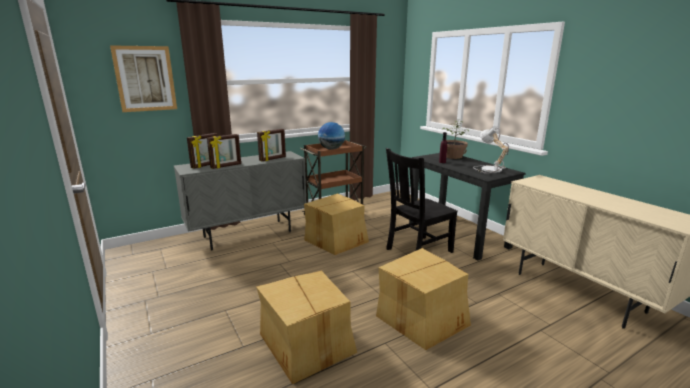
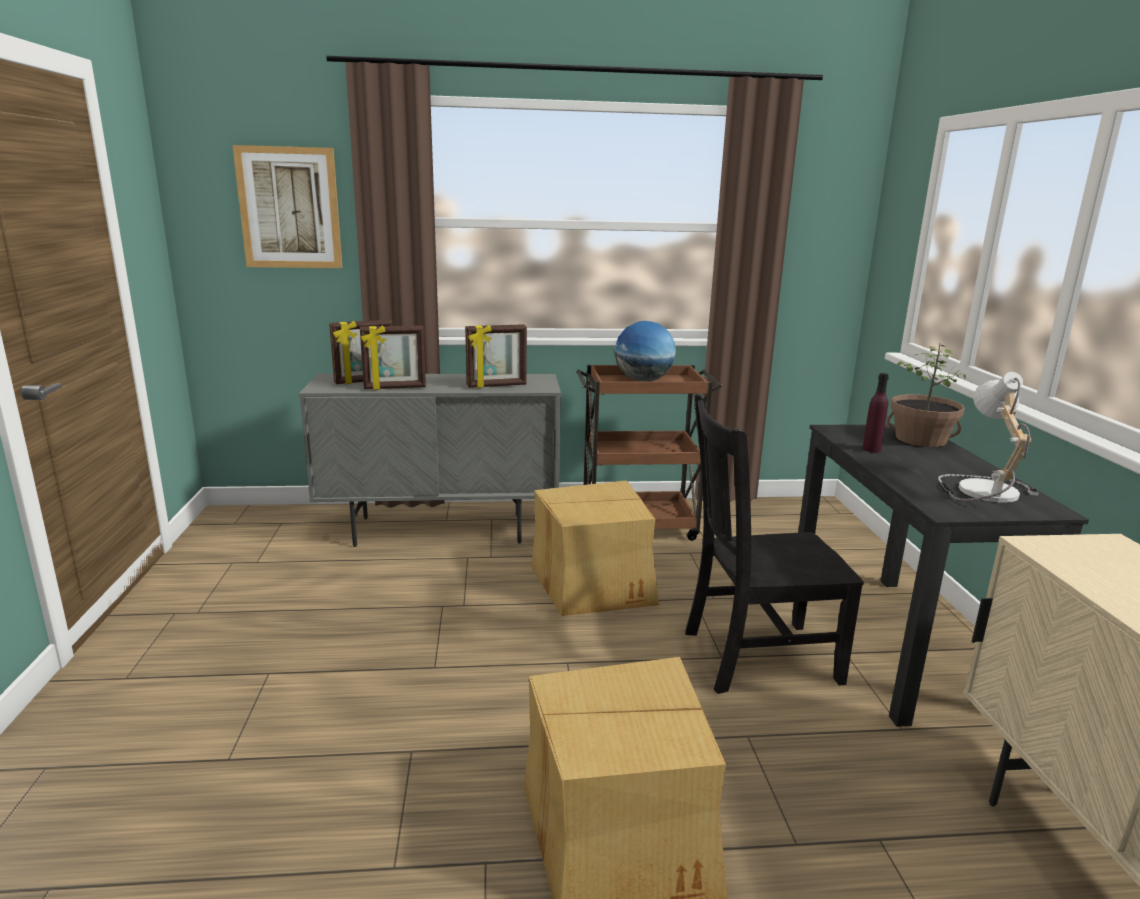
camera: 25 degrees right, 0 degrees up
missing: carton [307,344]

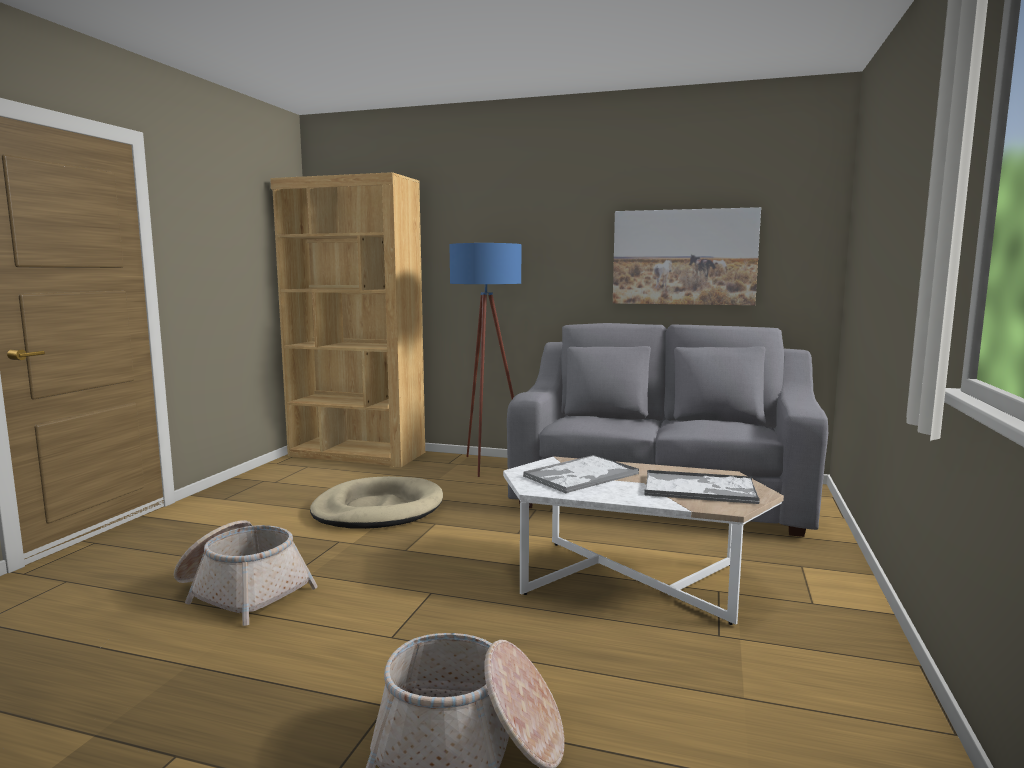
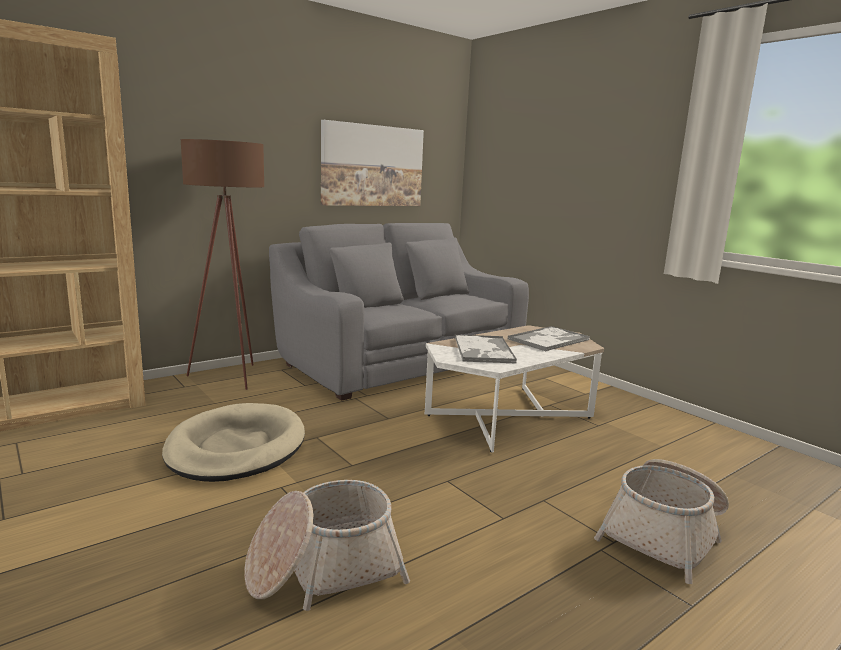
camera: 55 degrees left, 5 degrees up
colour: bluish standard lamp [487,467] to brown standard lamp [232,379]

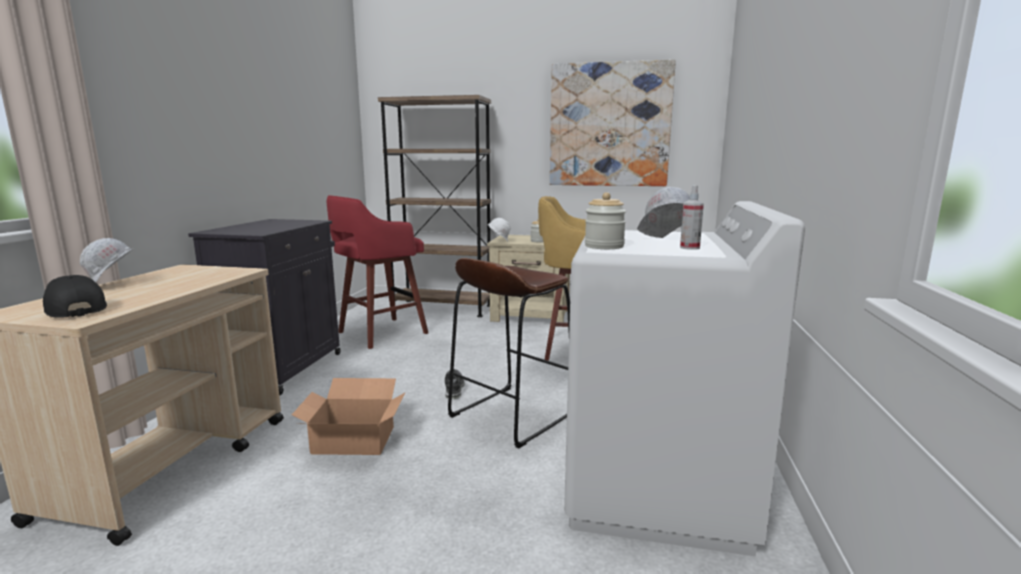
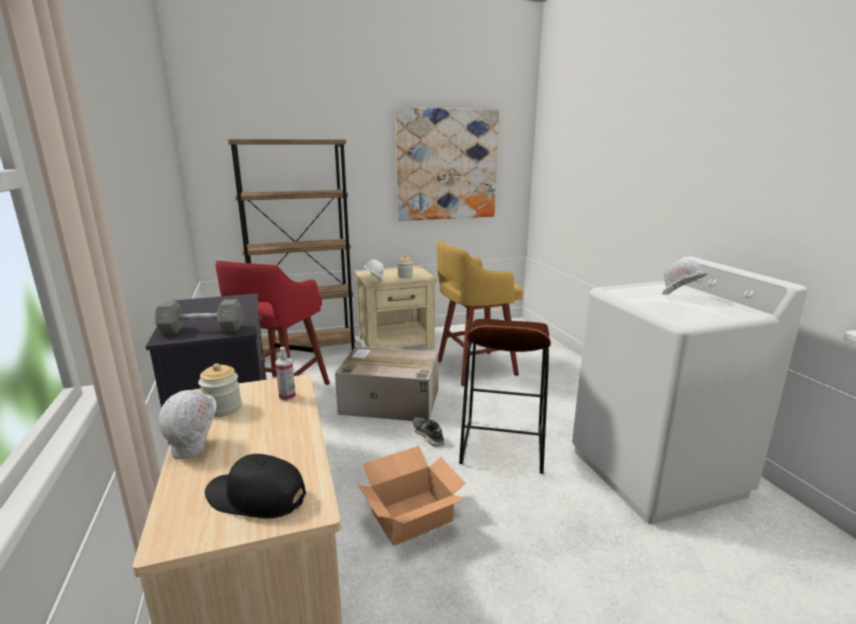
camera: 30 degrees left, 5 degrees up
appeared: gray free weight [202,330]; carton [388,401]
relocated: sprayer [689,248] to [287,396]; jar [604,246] to [223,408]

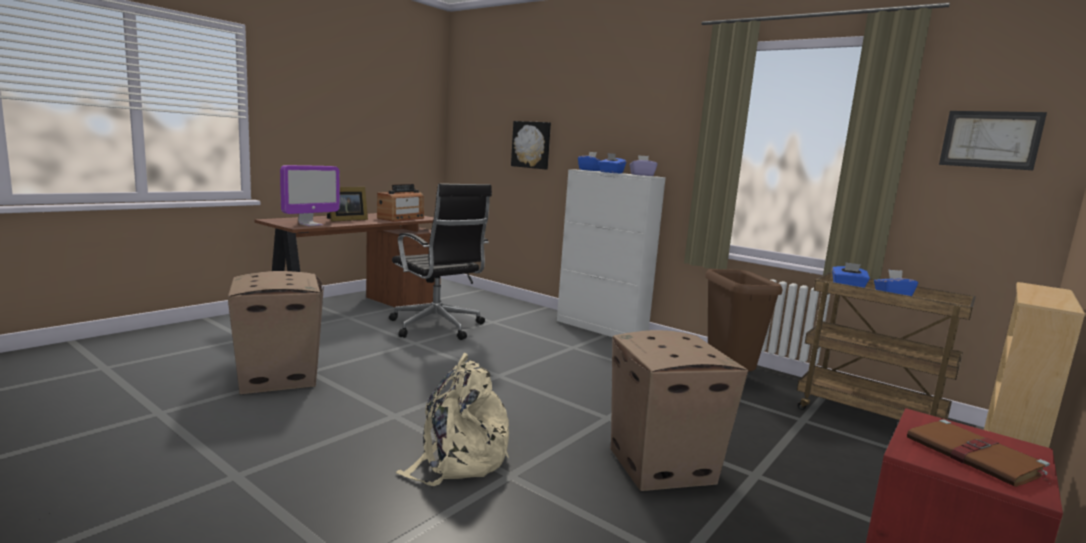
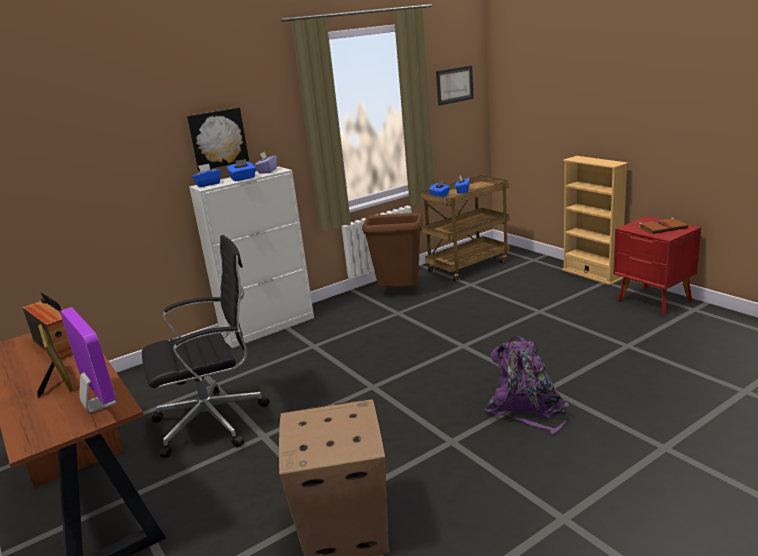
camera: 70 degrees left, 10 degrees up
missing: carton [662,466]
relocated: wall art [531,145] to [217,138]
colour: beige knapsack [458,459] to purplish knapsack [527,409]

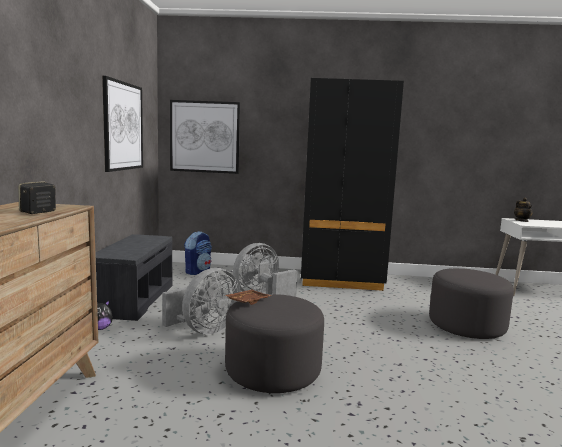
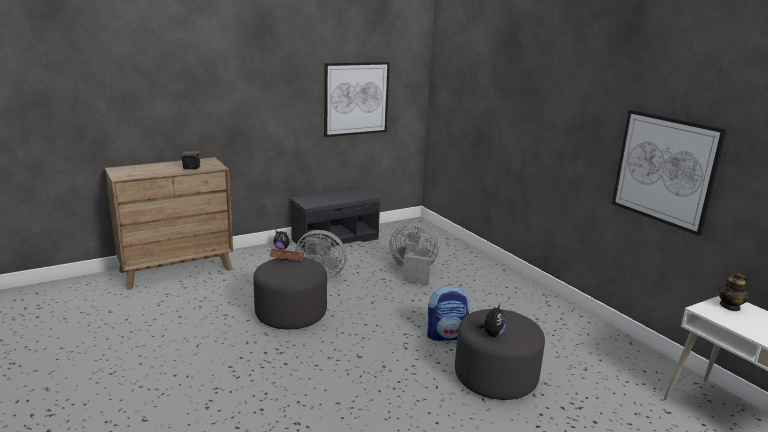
camera: 55 degrees right, 10 degrees up
missing: black clothes cupboard [340,280]
appeared: plush toy [491,334]
relocated: wall art [204,137] to [665,170]; knapsack [197,271] to [446,335]

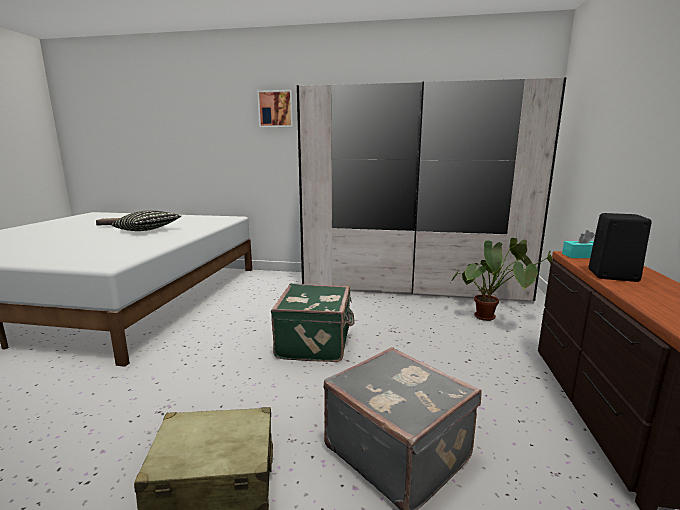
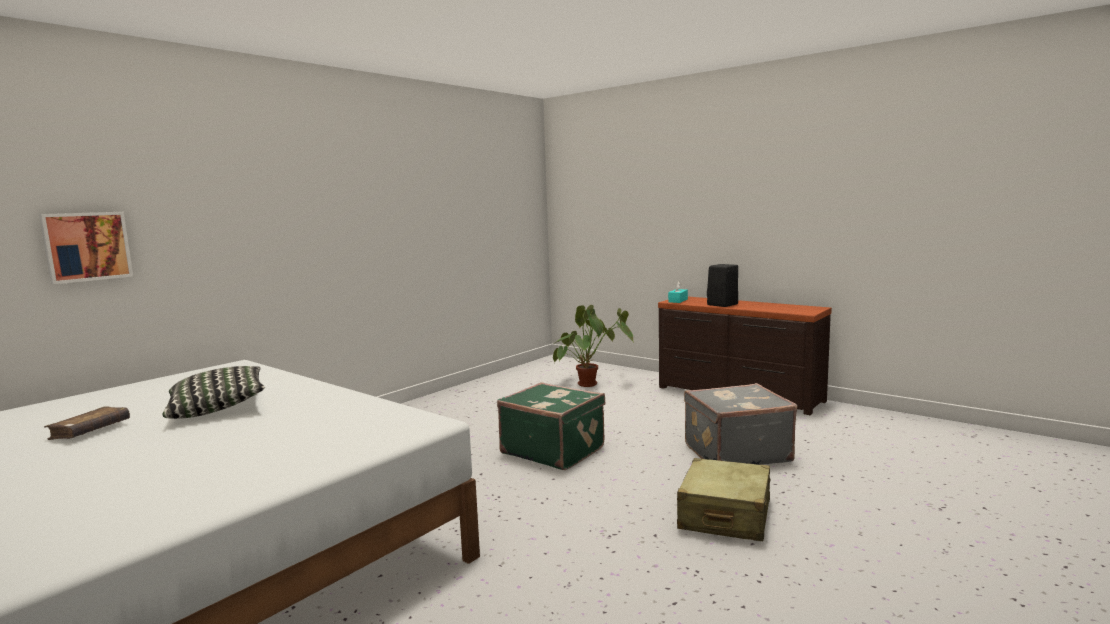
camera: 60 degrees left, 5 degrees down
missing: white-coloured clothes cupboard [413,287]
relocated: wall art [276,109] to [86,246]

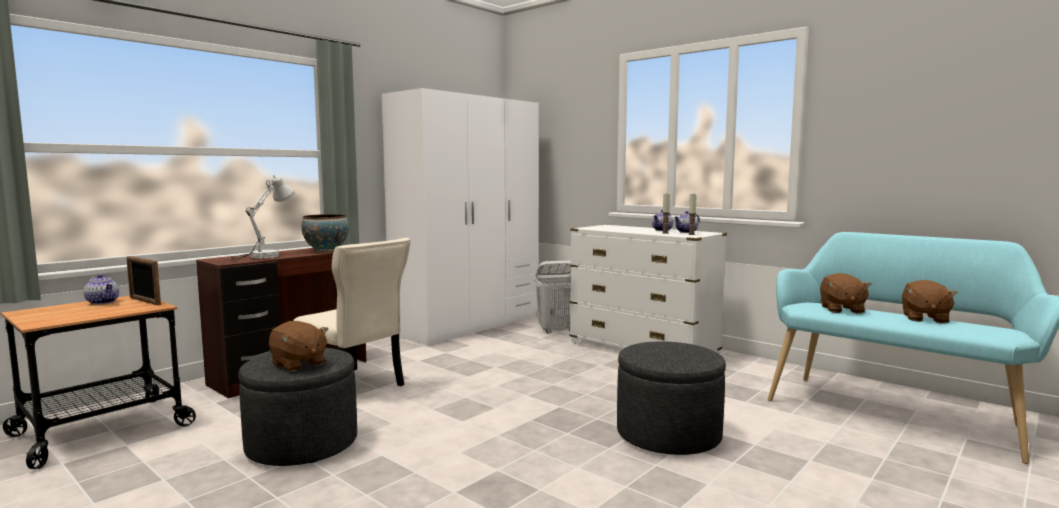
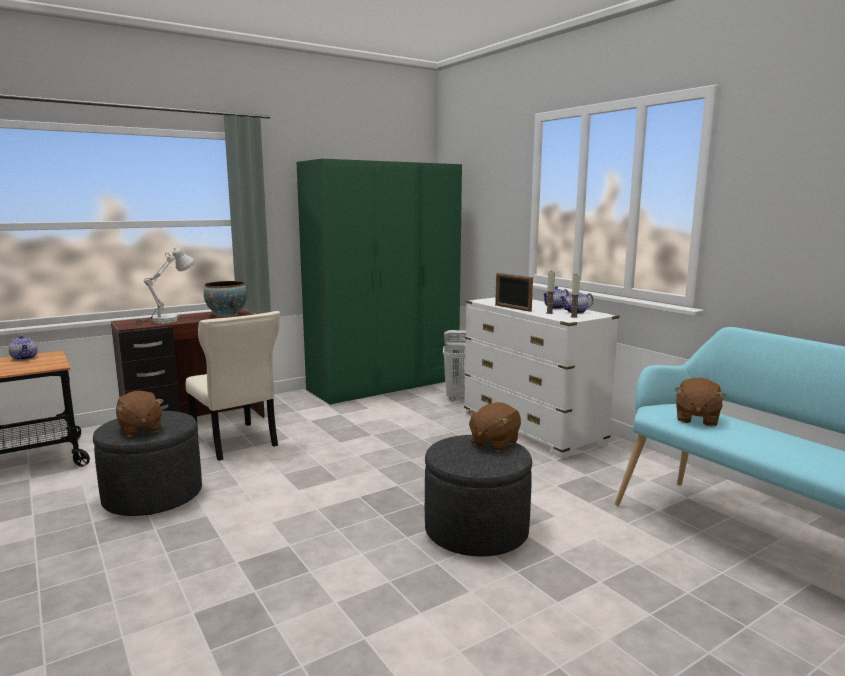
camera: 15 degrees right, 5 degrees up
relocated: picture frame [144,301] to [512,308]; brown plush toy [924,318] to [494,443]
colour: white-coloured clothes cupboard [469,324] to green clothes cupboard [385,384]

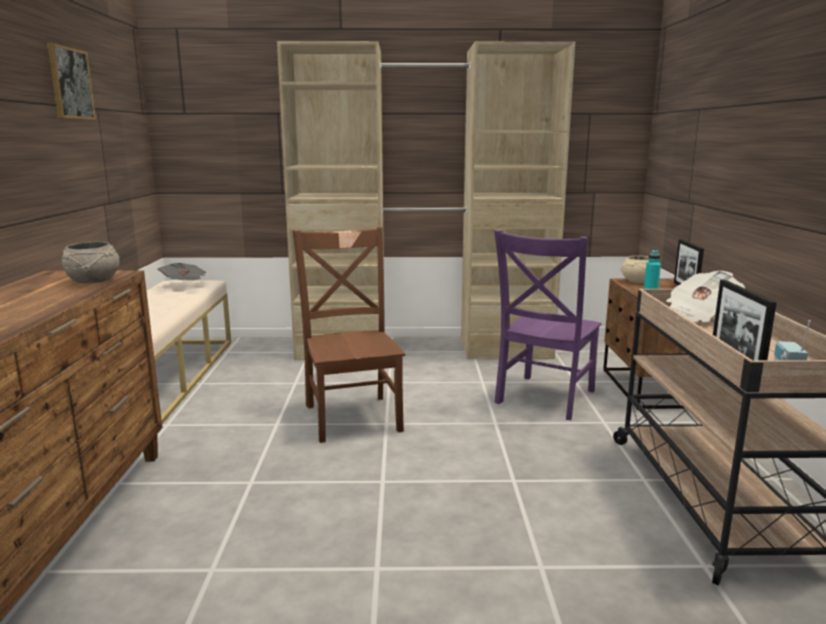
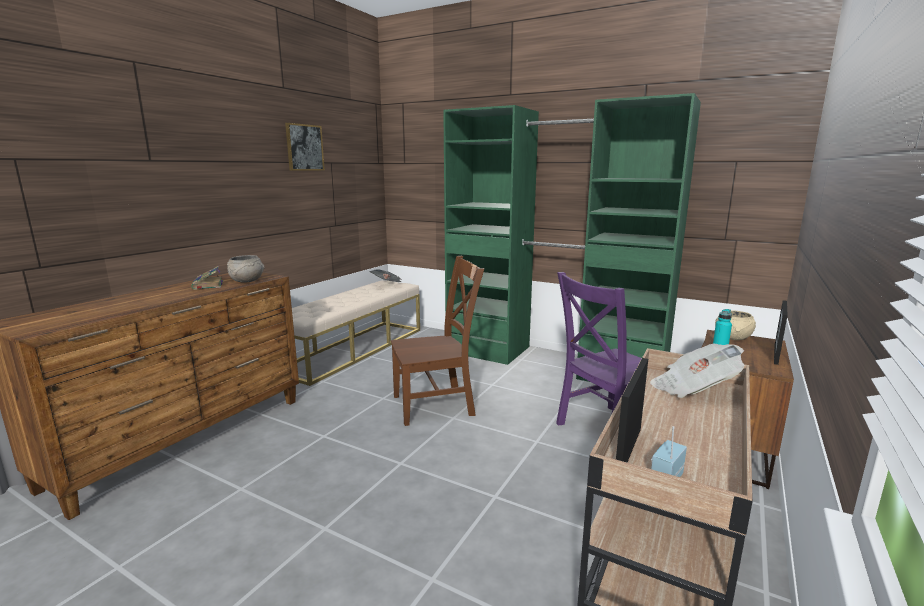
camera: 30 degrees right, 0 degrees up
appeared: book [208,285]
colour: beige clothes cupboard [425,348] to green clothes cupboard [551,361]
spun: brown chair [352,415] = [437,405] 60 degrees clockwise

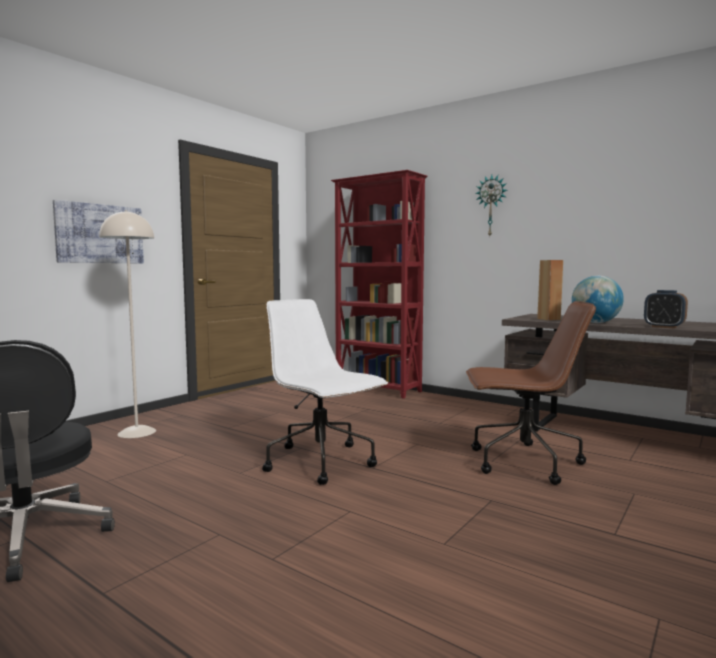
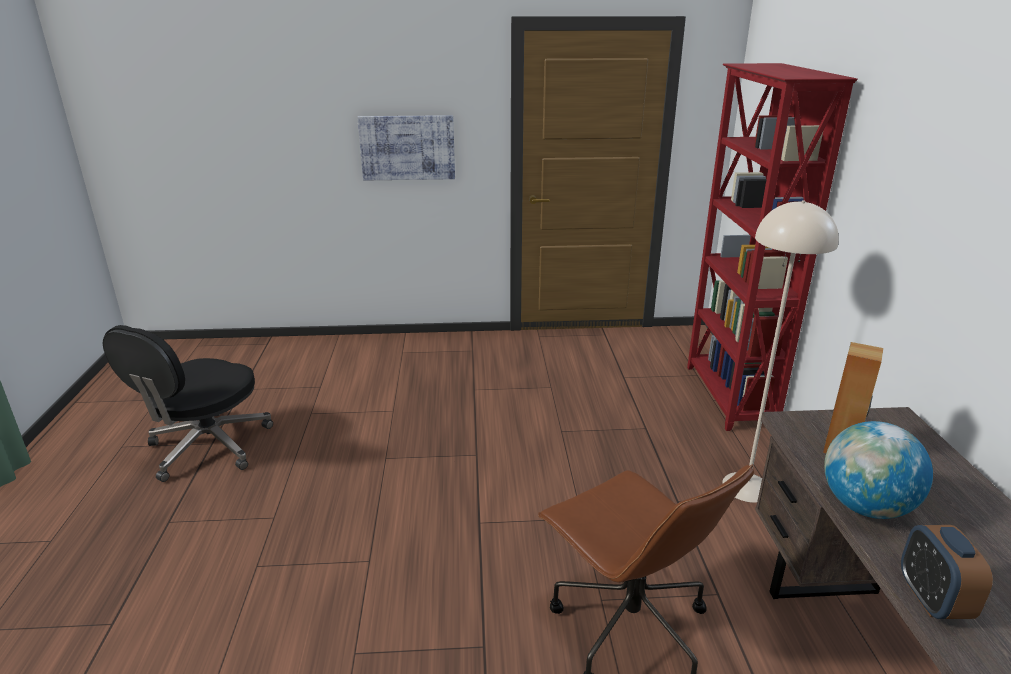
camera: 50 degrees right, 20 degrees up
missing: hanging clock [491,206]; white-coloured desk chair [321,463]
relocated: beige standard lamp [136,432] to [746,486]

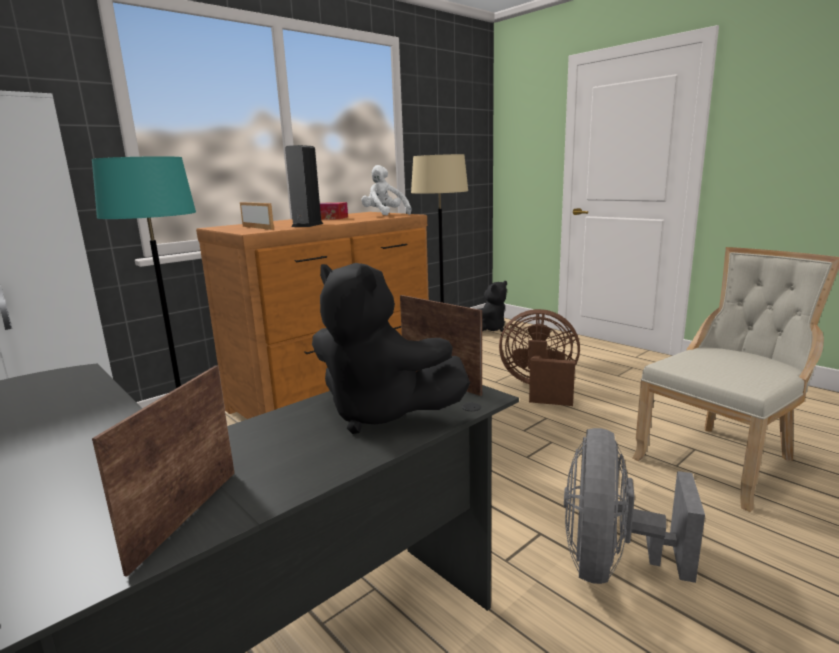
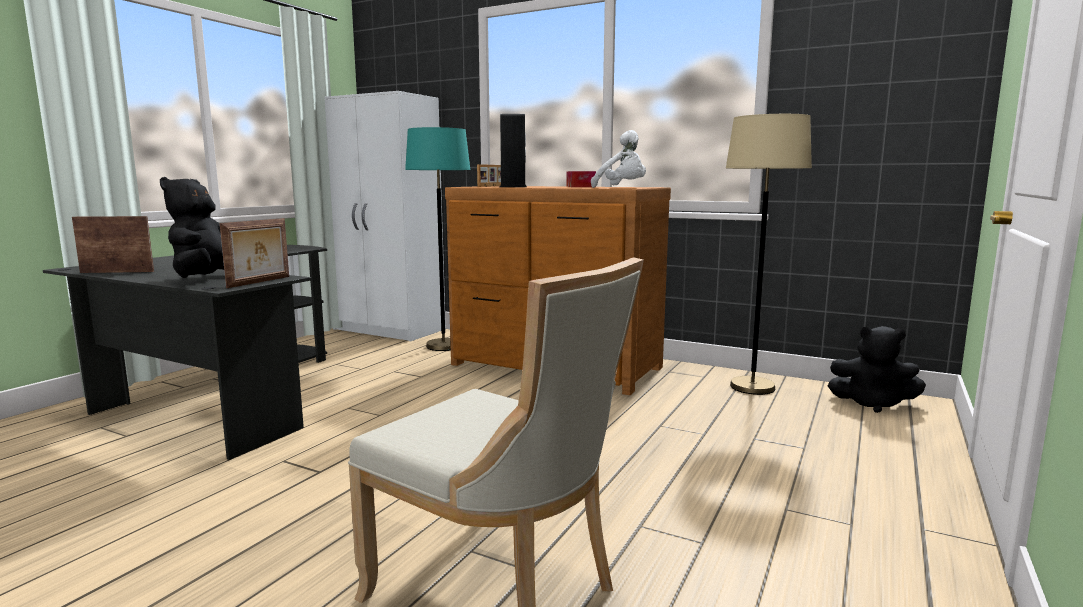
camera: 70 degrees right, 5 degrees down
missing: brown fan [539,388]; gray fan [611,563]
spun: white-coloured plush toy [384,215] = [622,187] 105 degrees clockwise

